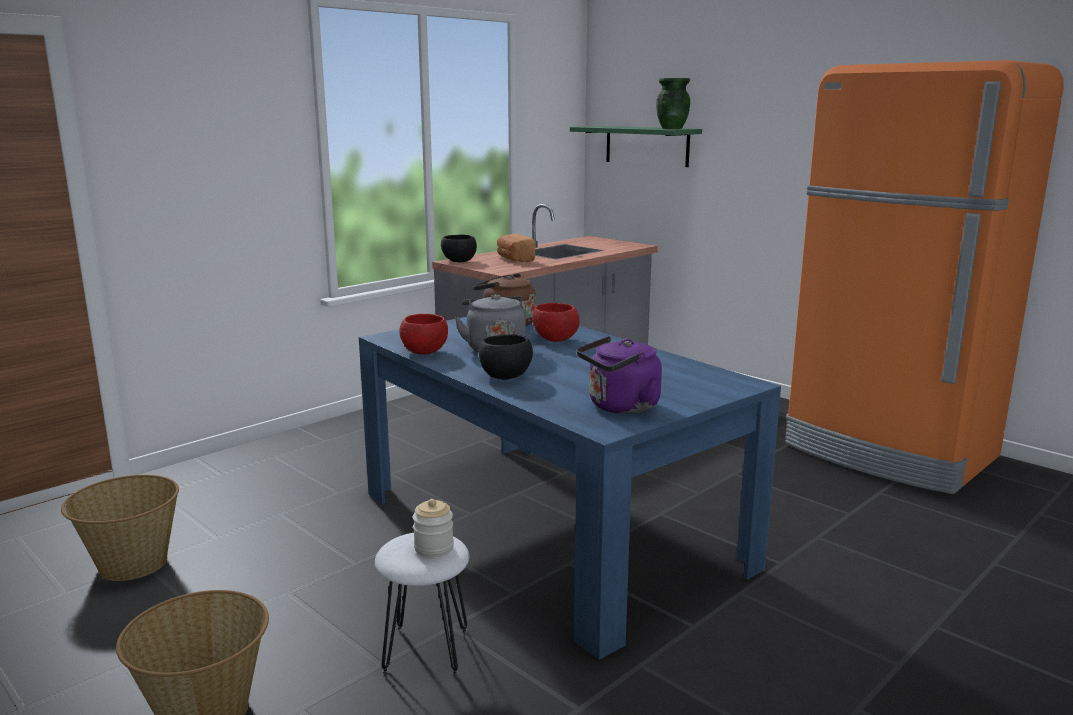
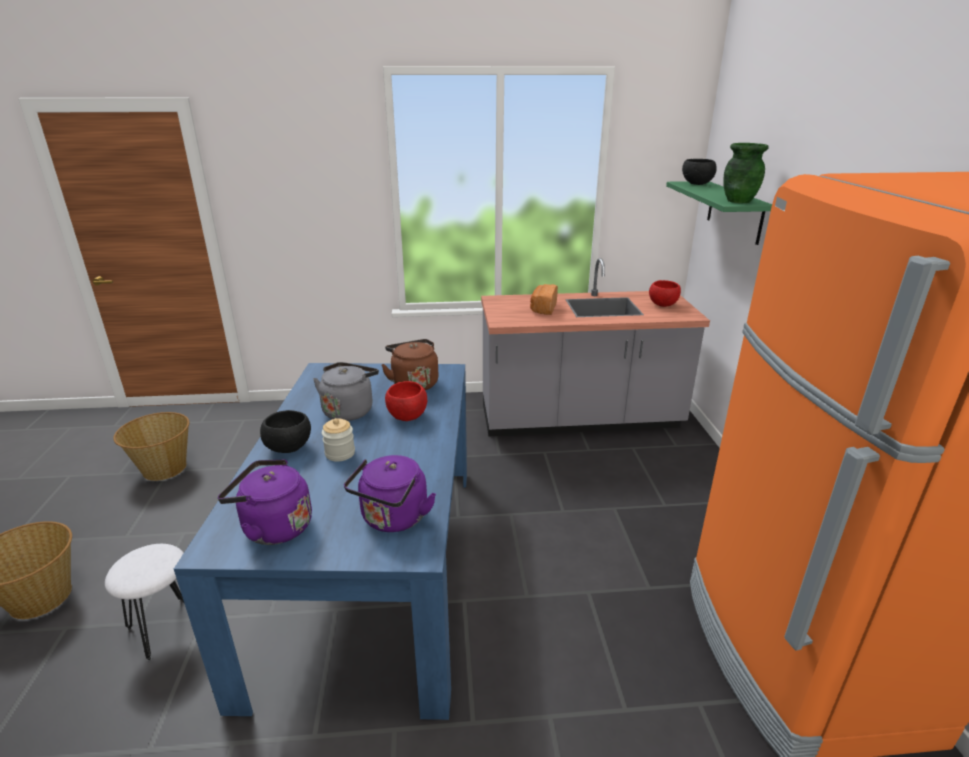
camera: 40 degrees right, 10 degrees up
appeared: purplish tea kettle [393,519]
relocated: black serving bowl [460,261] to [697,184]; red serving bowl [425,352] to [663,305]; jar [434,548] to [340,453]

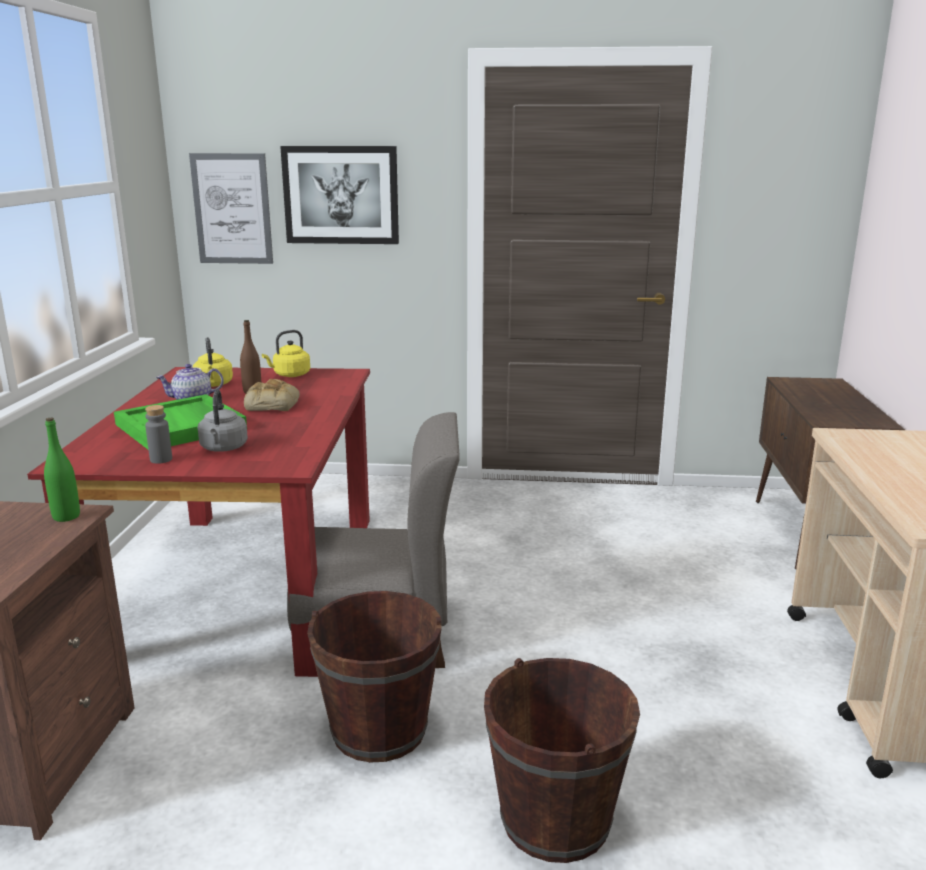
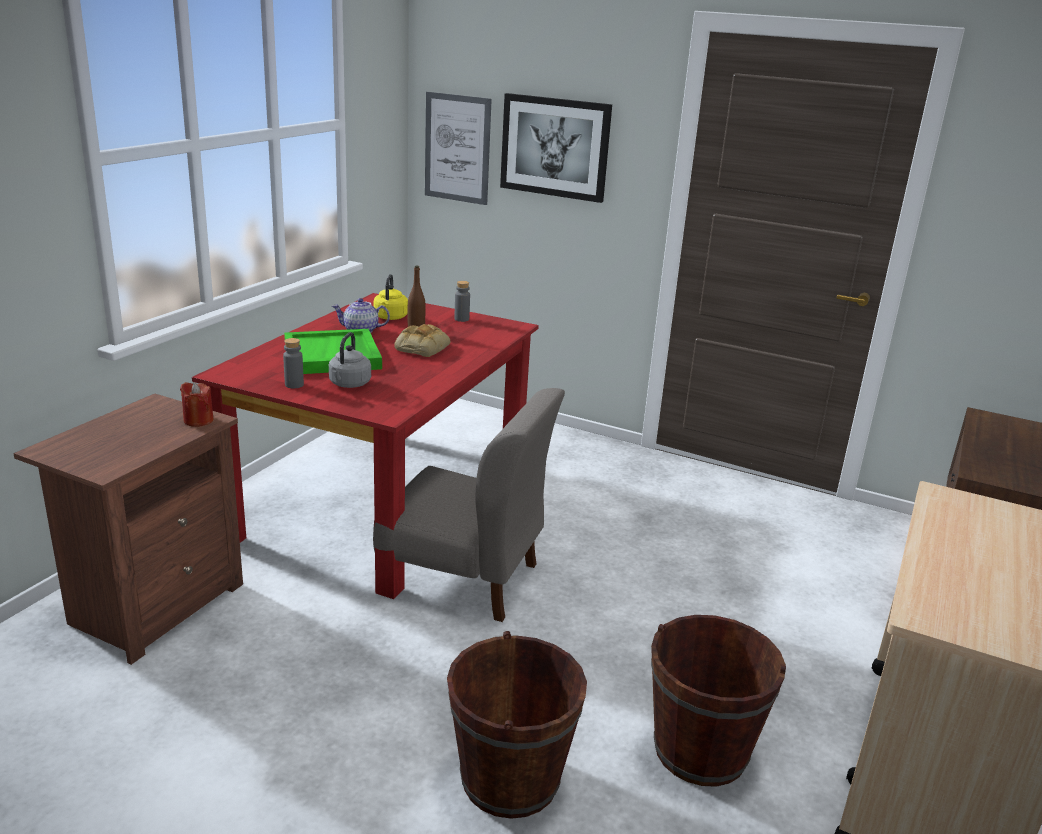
camera: 20 degrees right, 5 degrees up
relocated: brown pail [379,730] to [700,751]
exchanged: yellow-coloured tea kettle [290,375] to gray drink bottle [461,319]; green drink bottle [66,517] to red wax light [198,420]

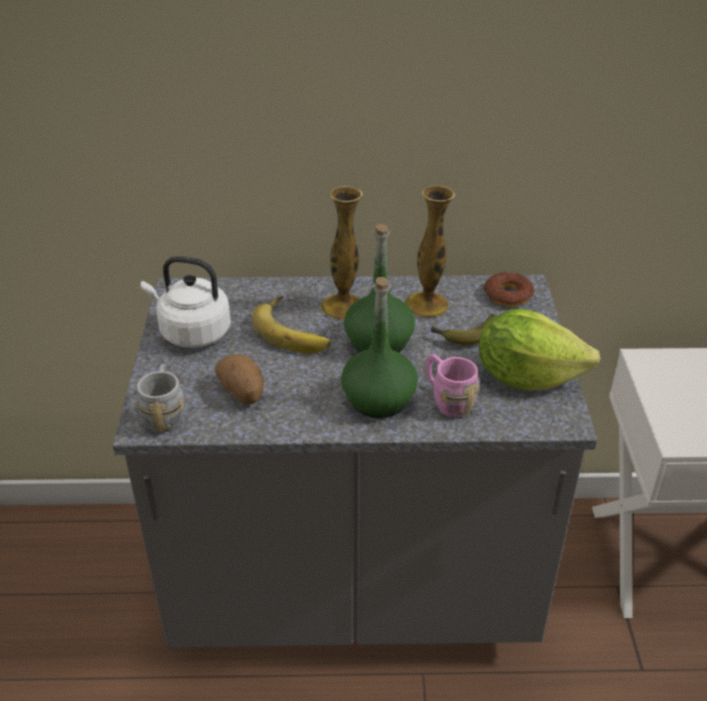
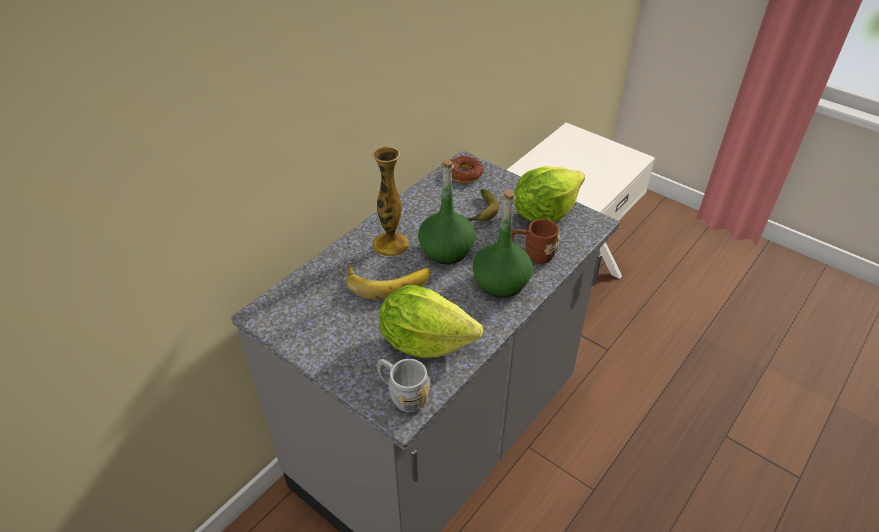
camera: 50 degrees left, 5 degrees up
missing: vase [426,305]; white-coloured tea kettle [192,332]
exchanged: whole potato [243,393] to head of lettuce [425,341]
colour: pink-coloured tea mug [447,400] to brown tea mug [532,255]

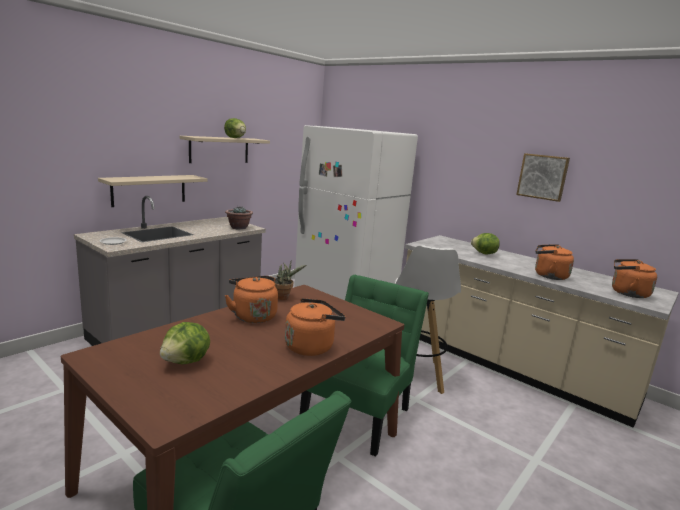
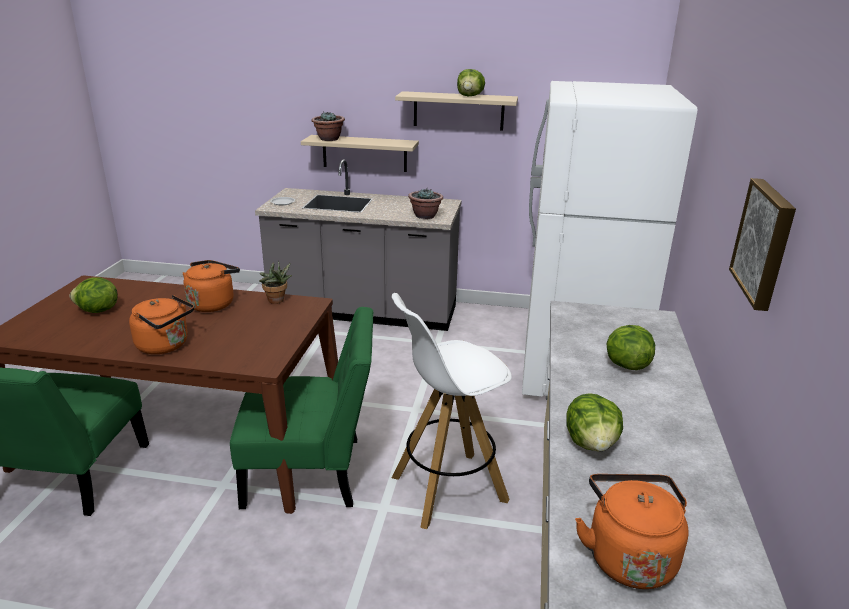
camera: 60 degrees right, 10 degrees up
appeared: plant in a pot [329,139]
exchanged: orange-coloured tea kettle [548,276] to head of lettuce [591,443]

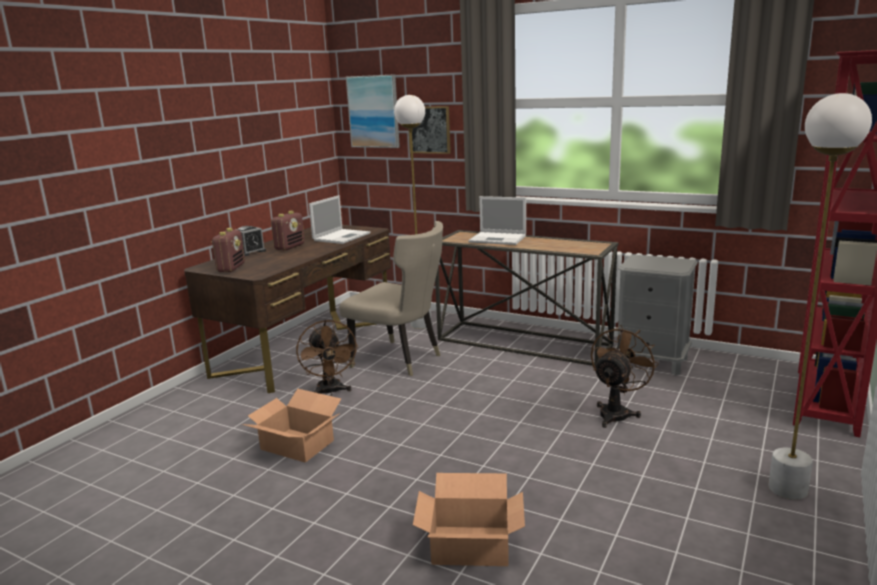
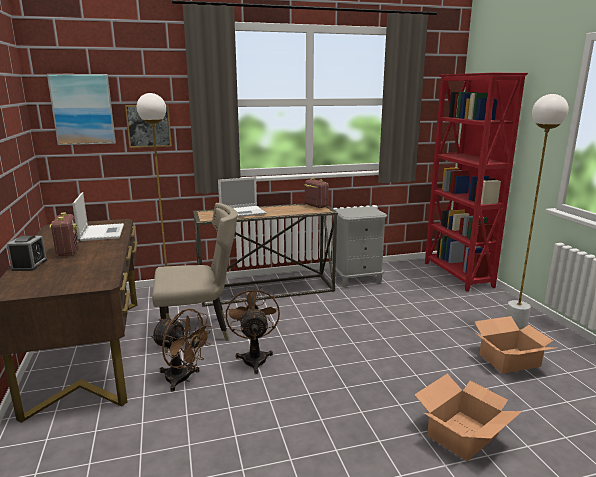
camera: 45 degrees left, 0 degrees up
relocated: radio set [231,268] to [315,205]; brown fan [617,412] to [254,357]; carton [297,444] to [508,360]

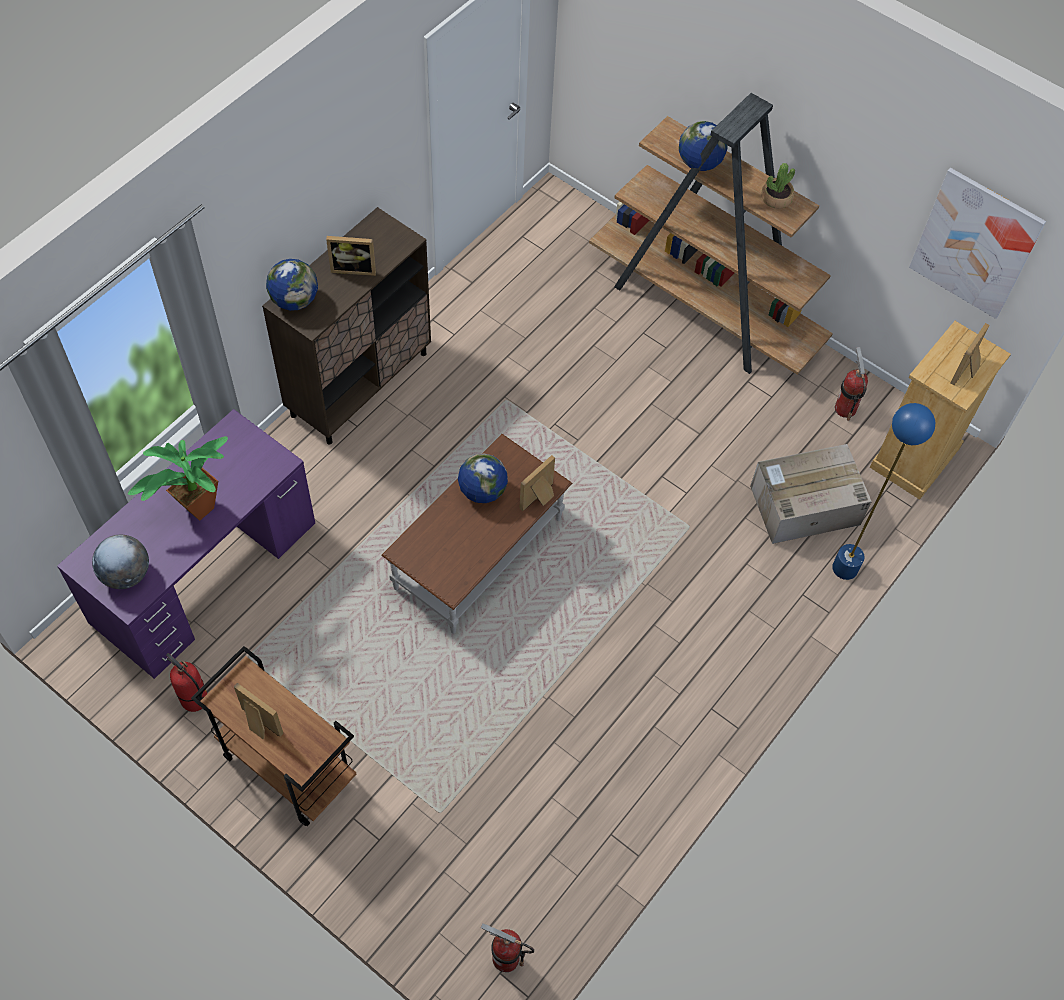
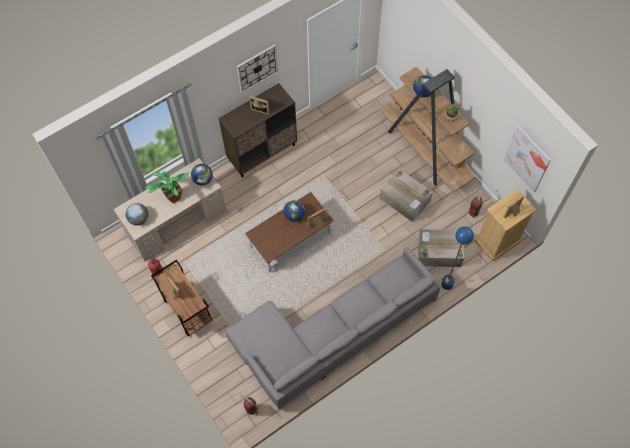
camera: 20 degrees right, 5 degrees up
appeared: hanging clock [257,68]; carton [405,200]; gray settee [330,333]
relocated: world globe [294,300] to [203,179]
colour: purplish desk unit [205,572] to beige desk unit [176,221]

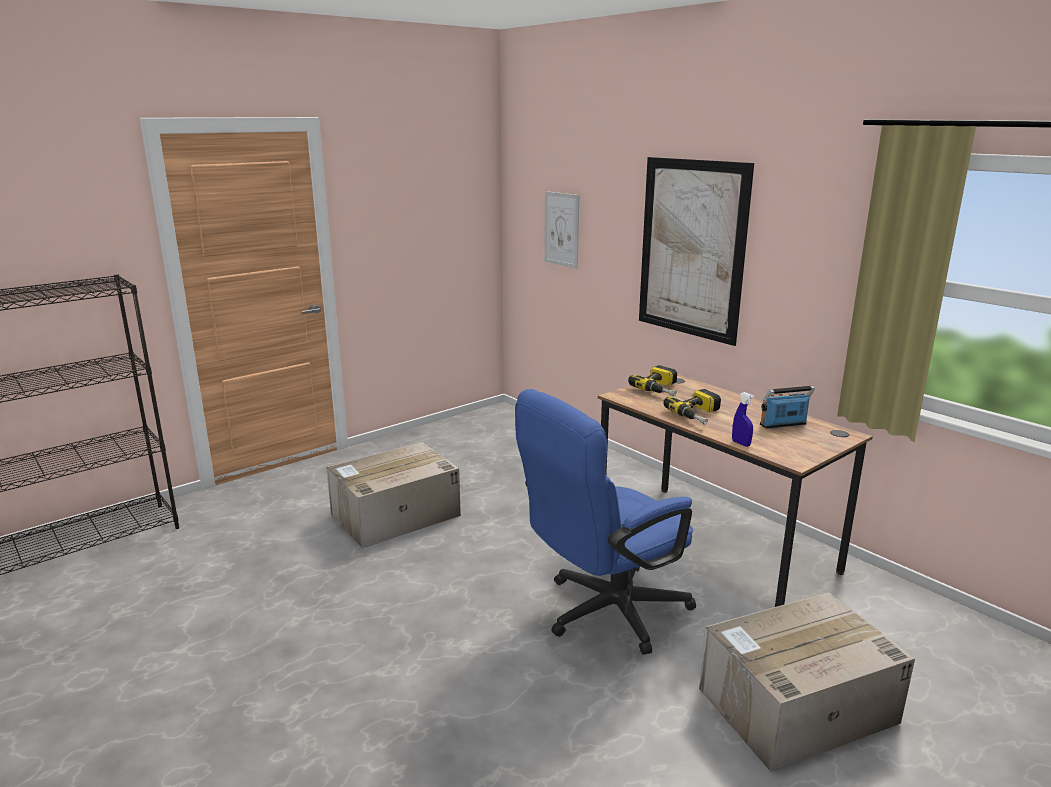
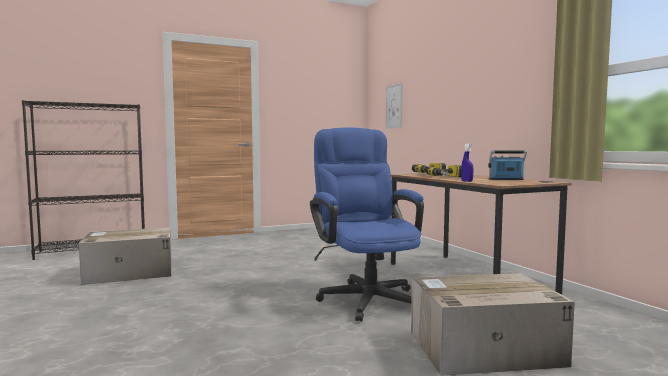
camera: 15 degrees right, 15 degrees down
missing: wall art [691,249]
relocated: carton [394,515] to [128,272]
spun: bluish desk chair [604,613] = [366,297] 90 degrees clockwise

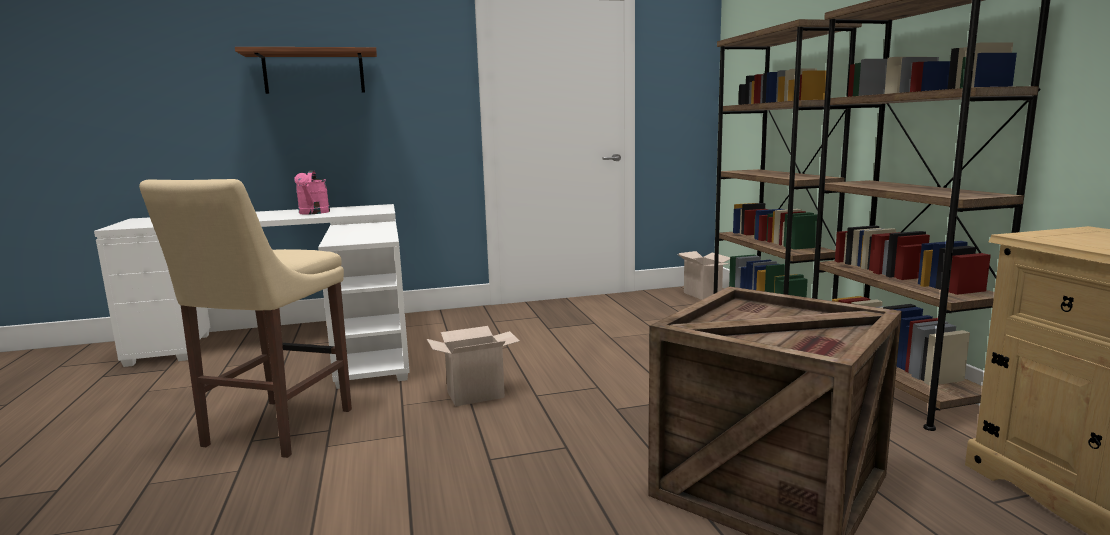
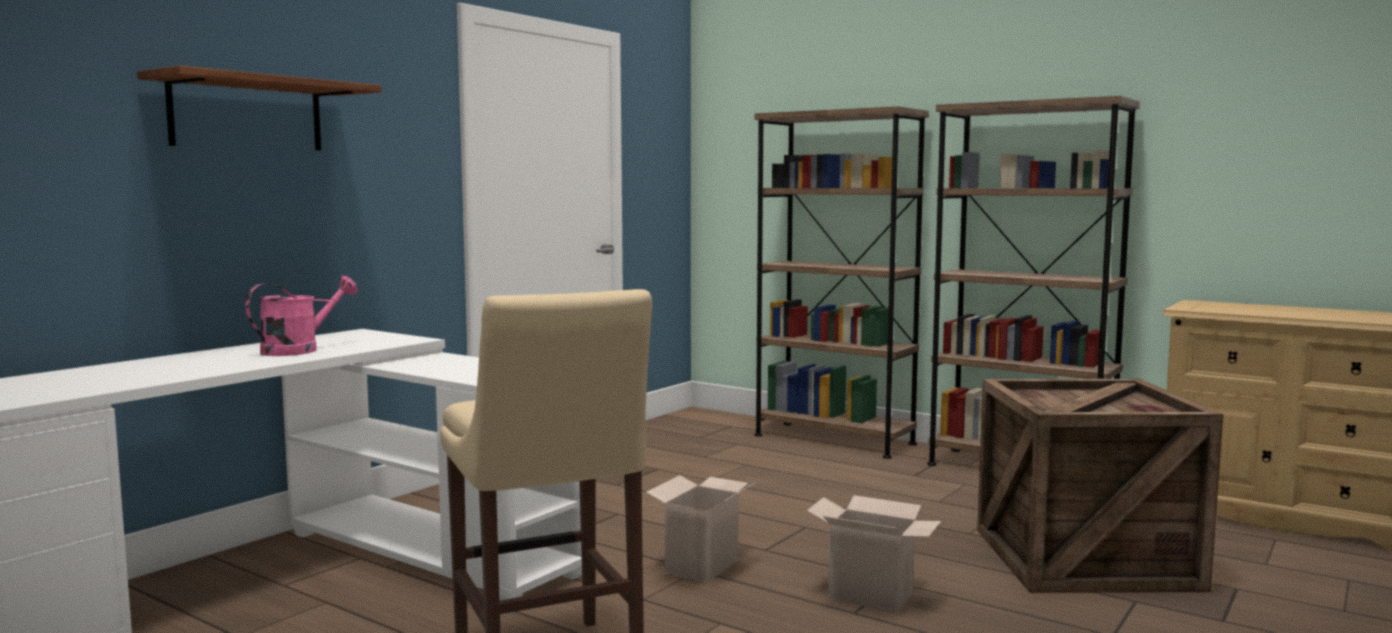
camera: 40 degrees left, 5 degrees down
relocated: carton [704,295] to [873,596]
spun: pink-coloured watering can [313,213] = [299,350] 90 degrees counterclockwise

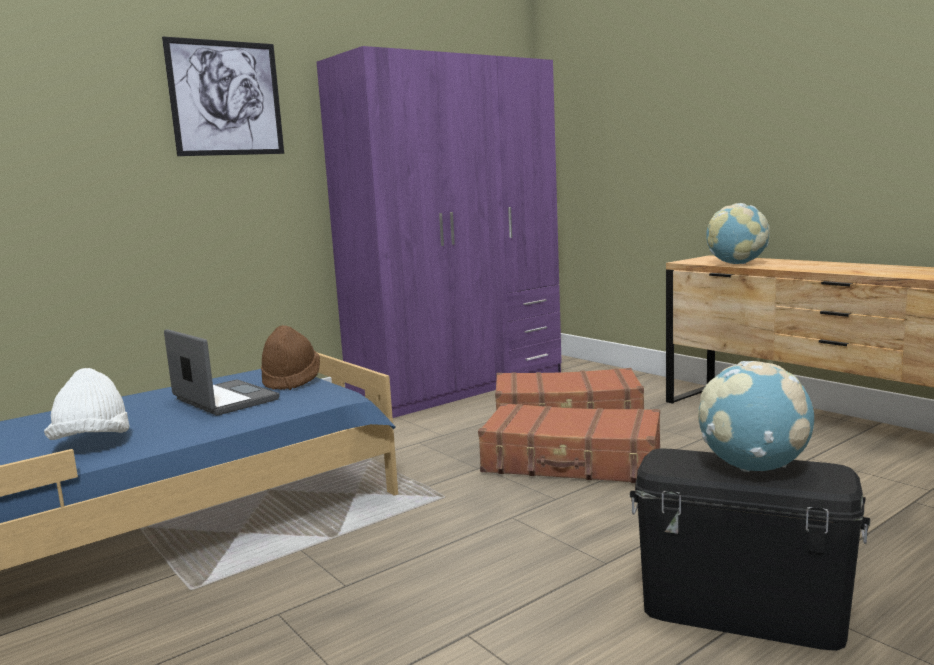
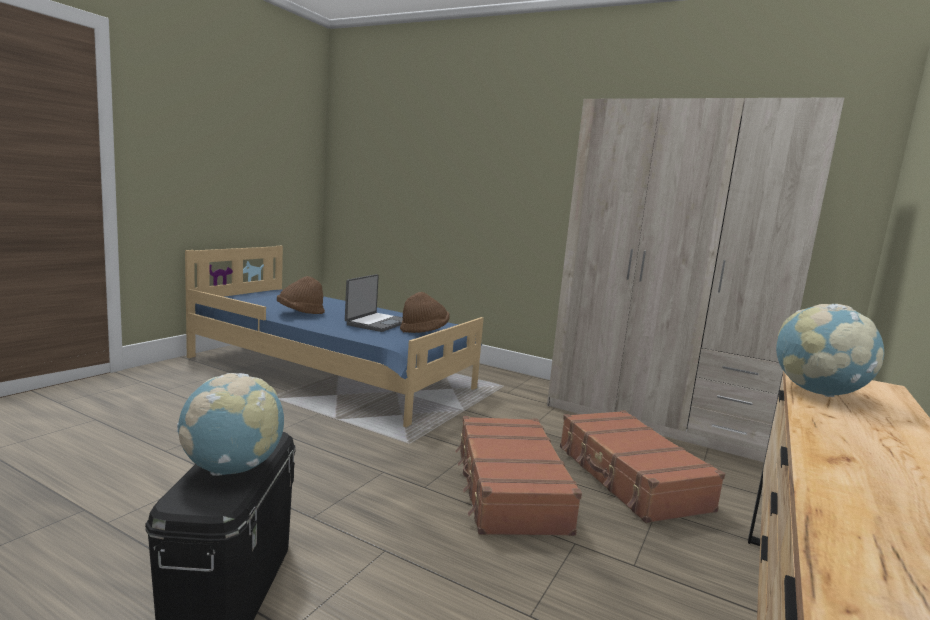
camera: 65 degrees right, 0 degrees up
missing: wall art [226,98]
colour: purplish clothes cupboard [459,386] to beige clothes cupboard [655,420]; white-coloured hat [92,442] to brown hat [300,313]

